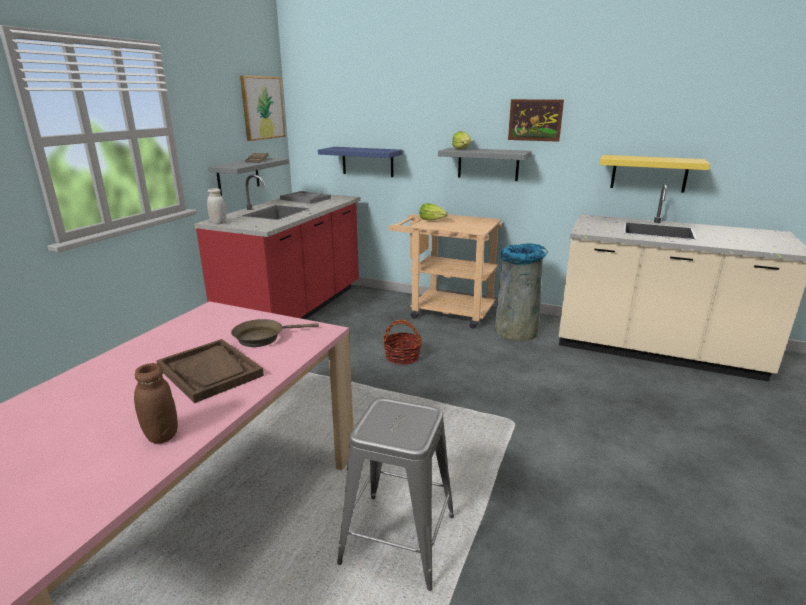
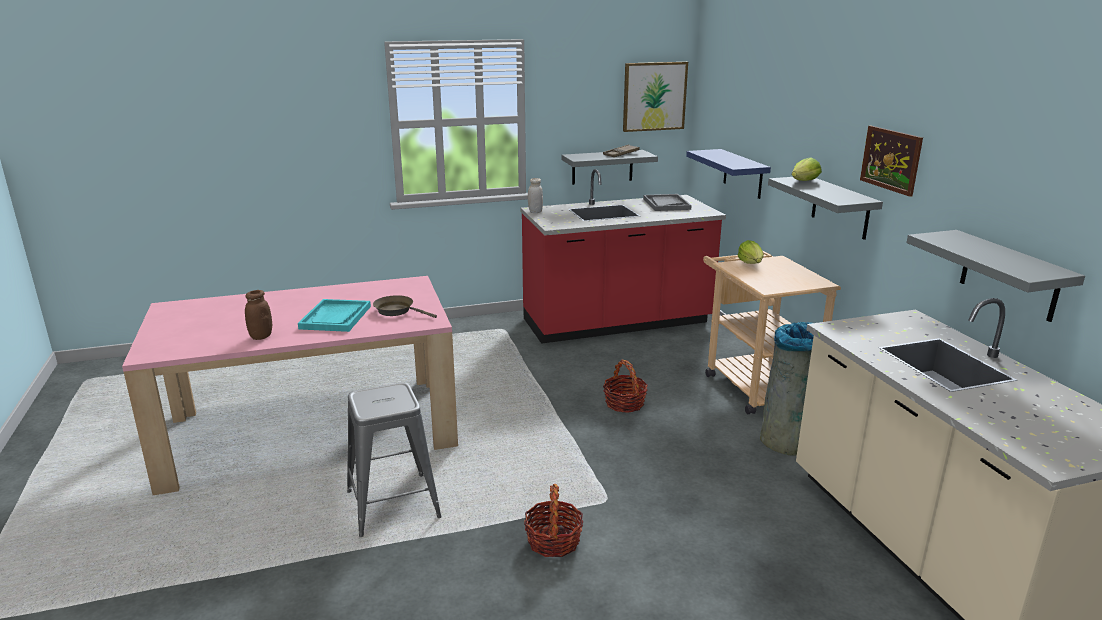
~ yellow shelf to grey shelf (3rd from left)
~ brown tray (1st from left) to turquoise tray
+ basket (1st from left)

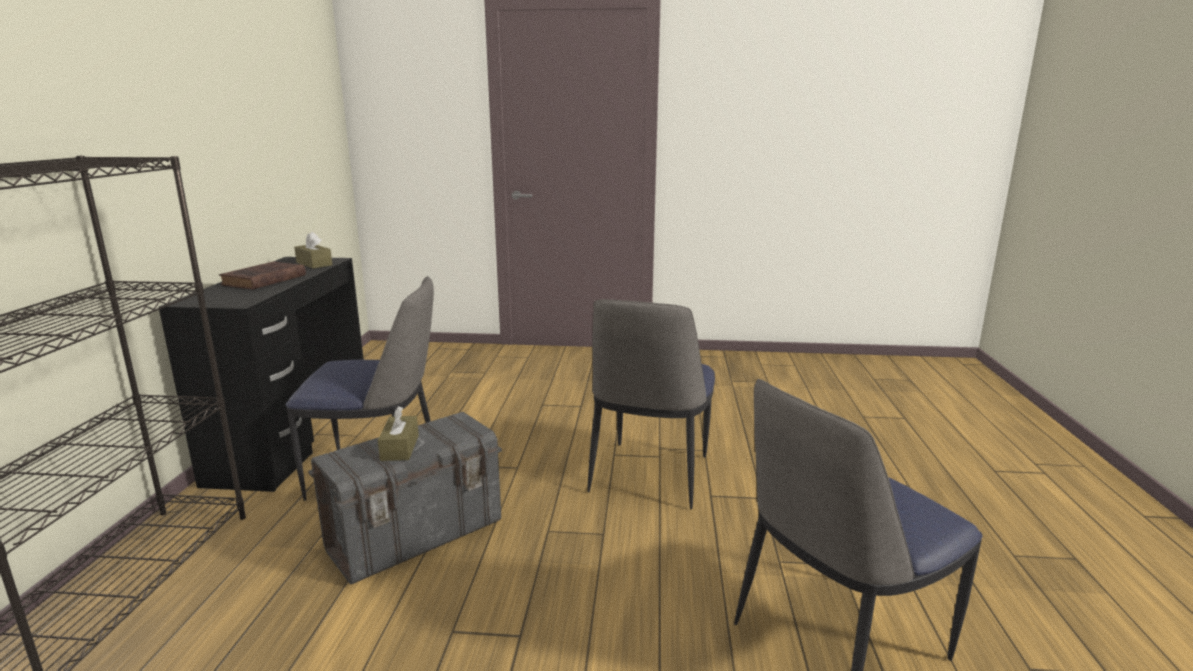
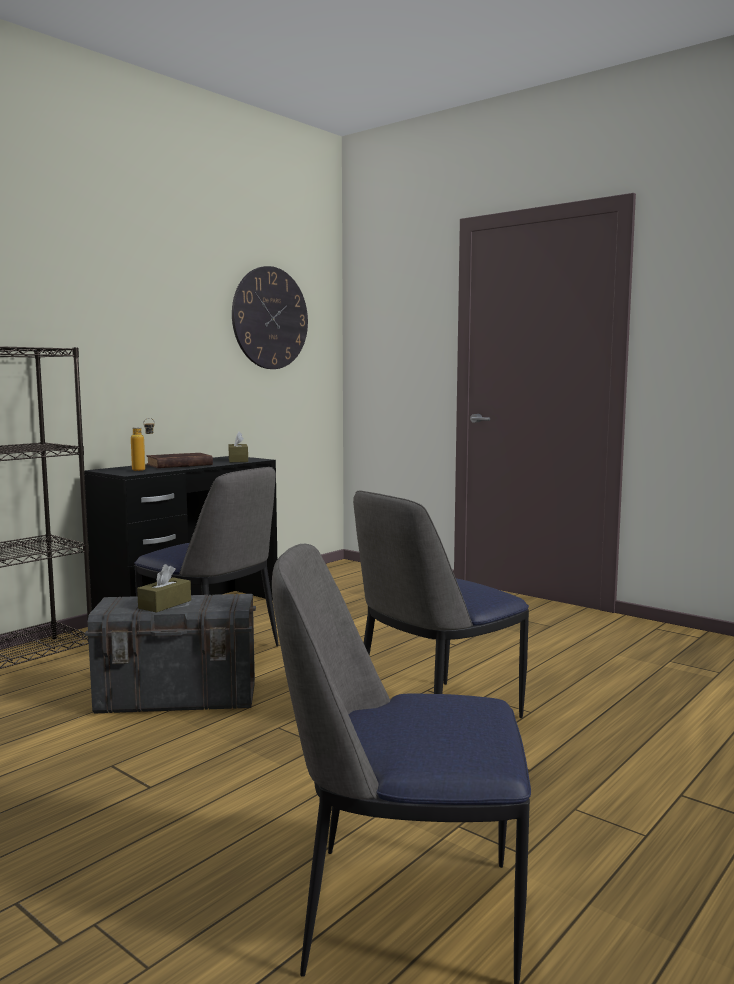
+ wall clock
+ bottle

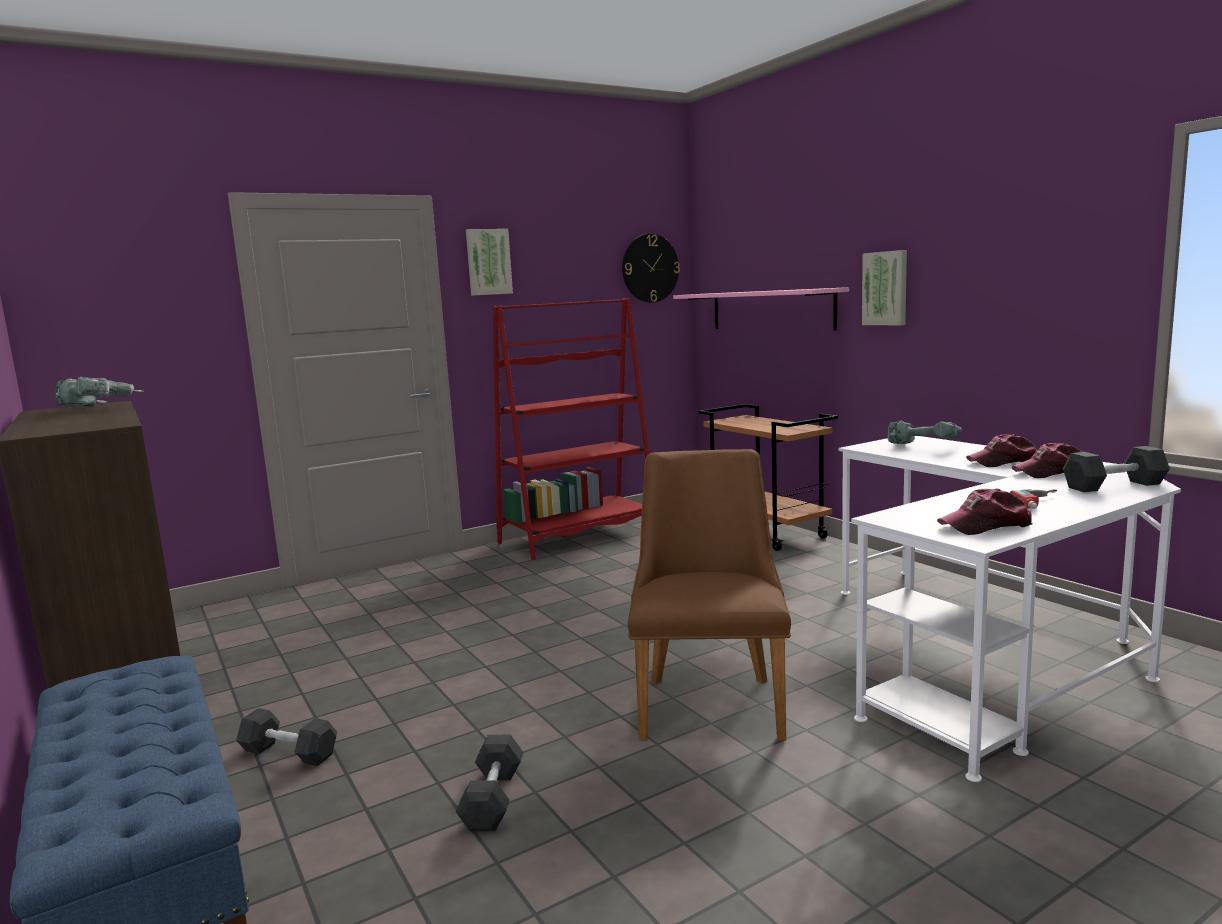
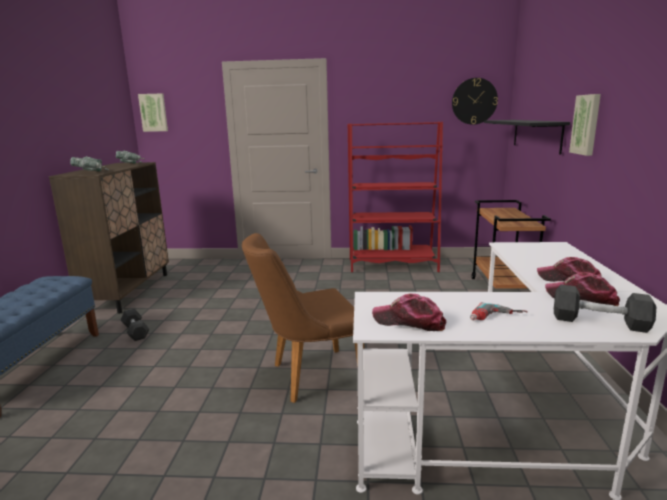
~ picture (1st from left)
~ pink shelf to black shelf
~ power drill (2nd from left in the first image) to power drill (1st from left)
~ brown chair 150 degrees counterclockwise
- grey dumbbell (2nd from left)

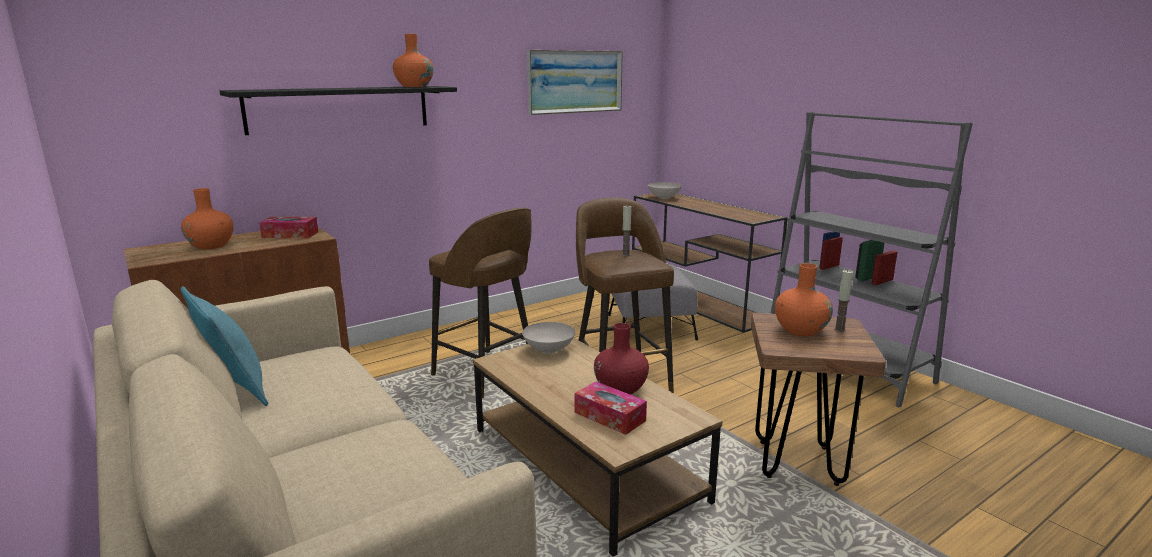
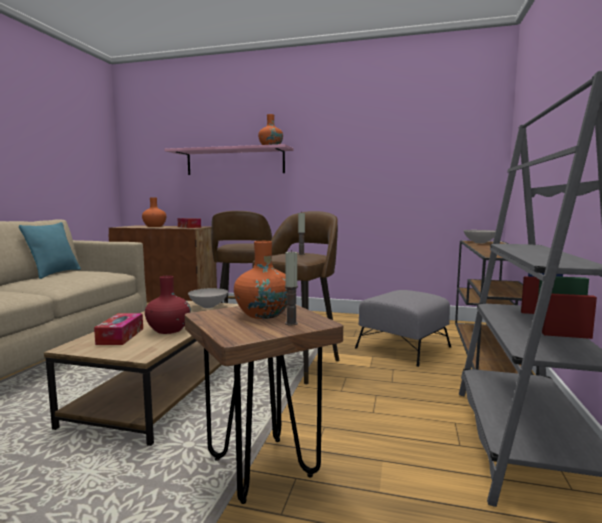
- picture
~ black shelf to pink shelf

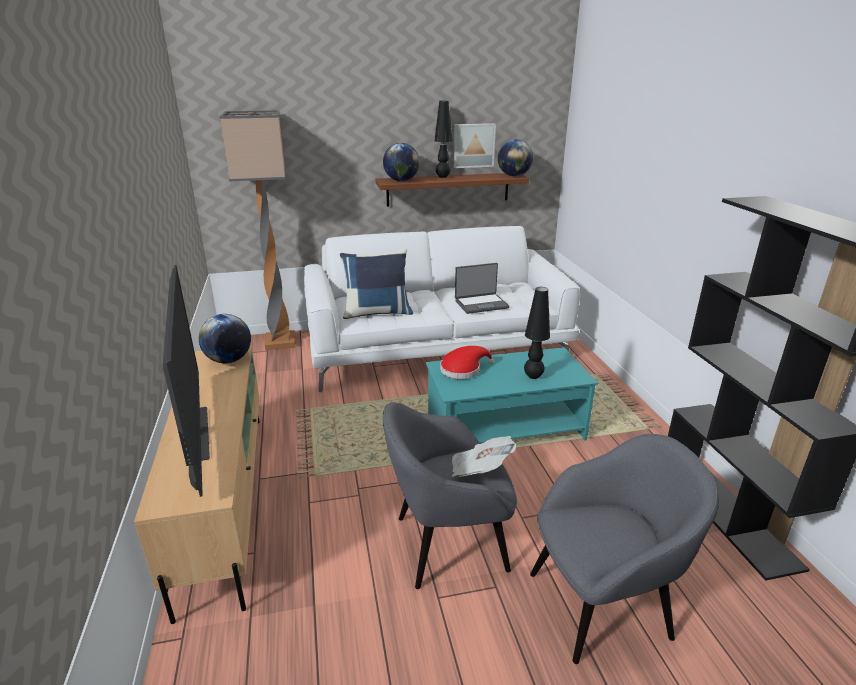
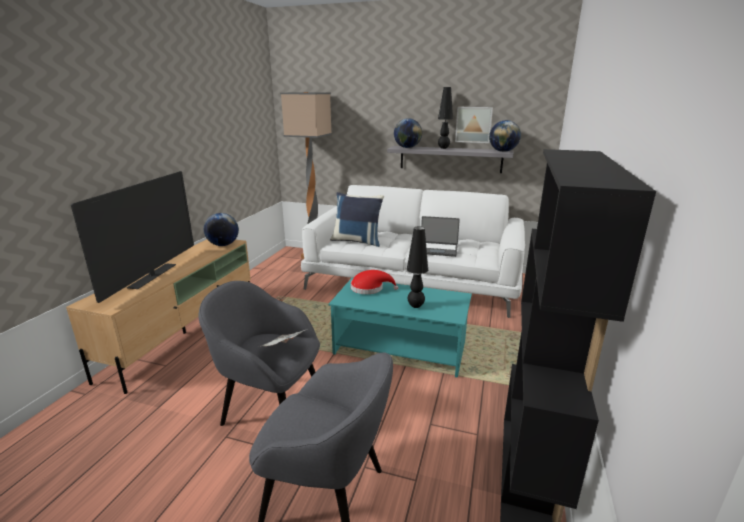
~ brown shelf to grey shelf

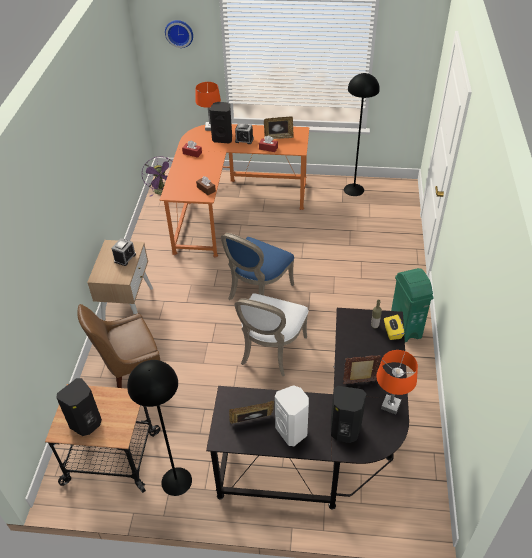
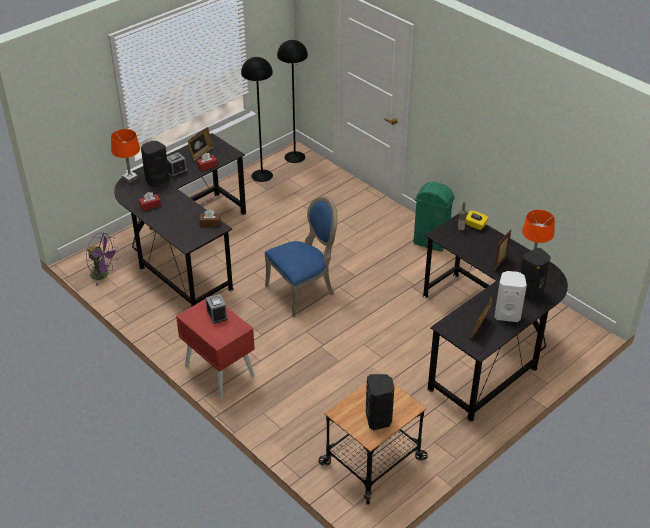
- wall clock
~ orange desk to black desk (1st from left)
~ blue chair 105 degrees counterclockwise
~ beige nightstand to red nightstand
- white chair
- brown chair
~ black floor lamp (1st from left in the first image) to black floor lamp (2nd from left)

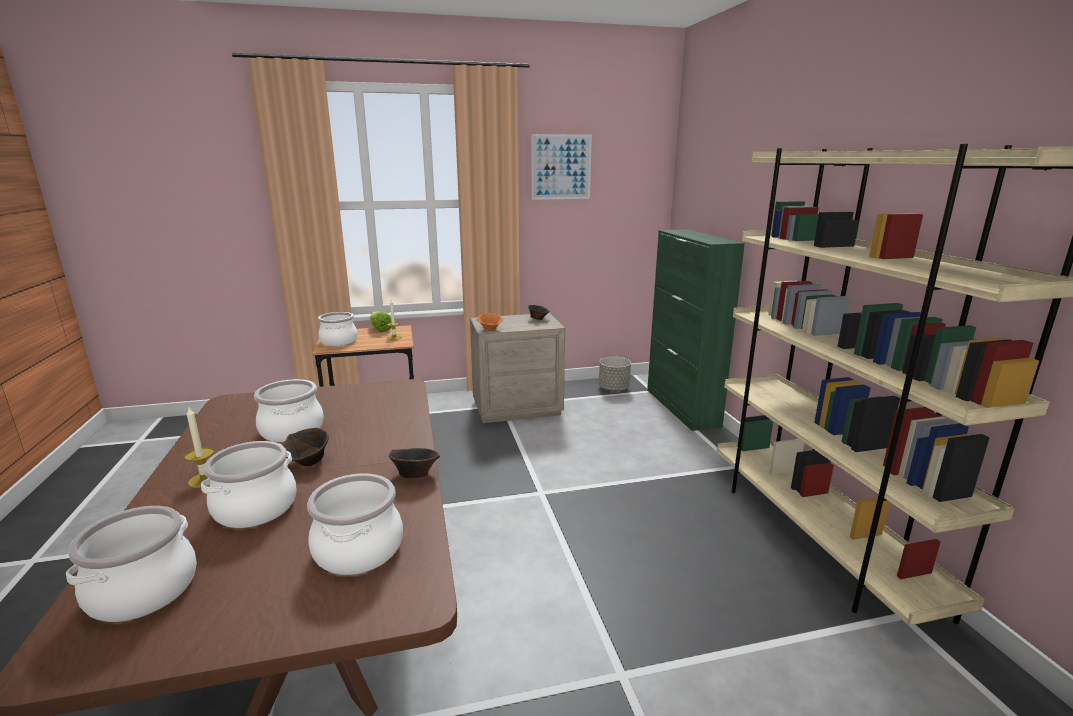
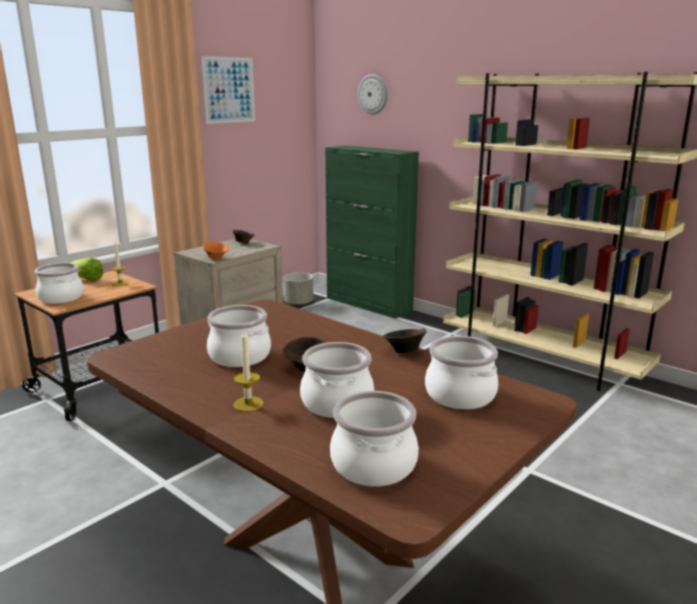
+ wall clock

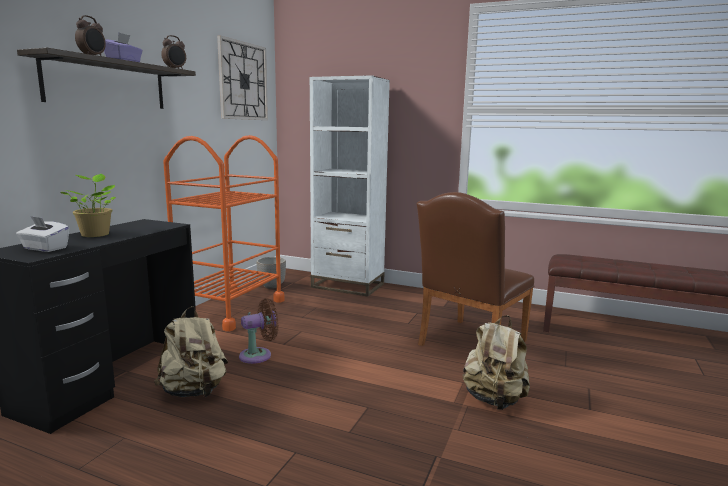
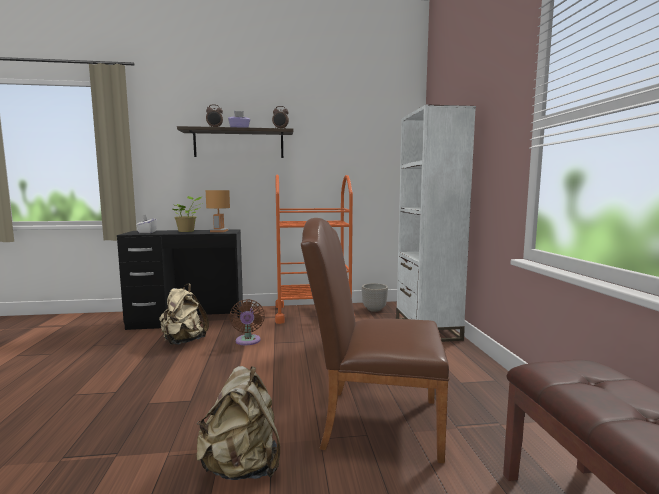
- wall clock
~ brown fan 45 degrees clockwise
+ brown table lamp

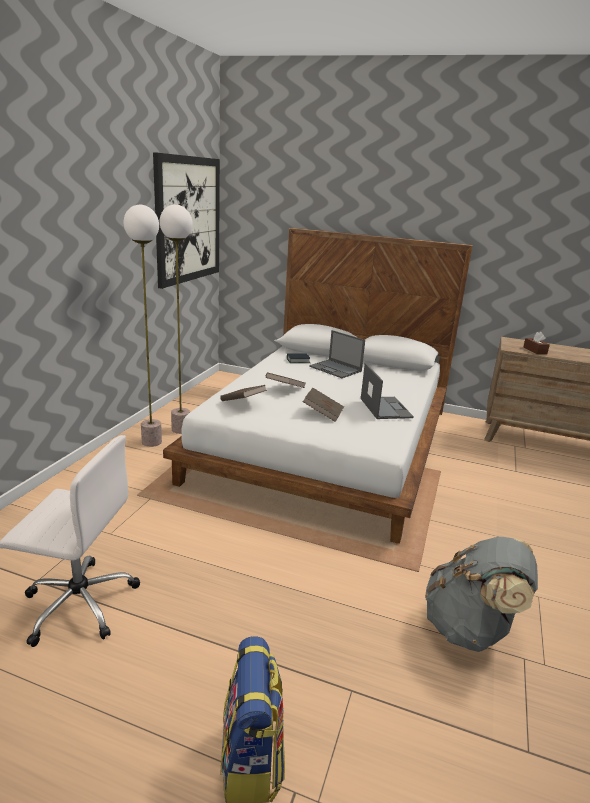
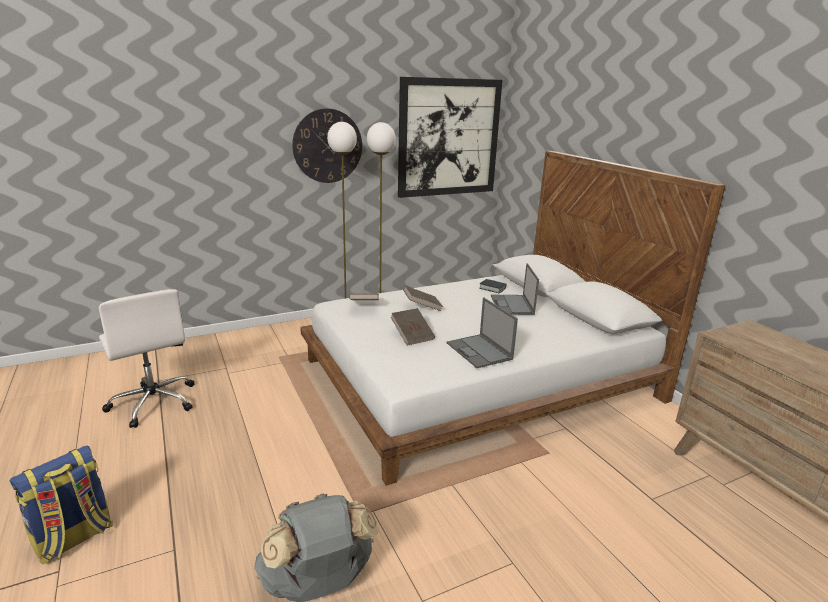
- brown tissue box
~ laptop (2nd from left in the first image) 120 degrees clockwise
+ wall clock

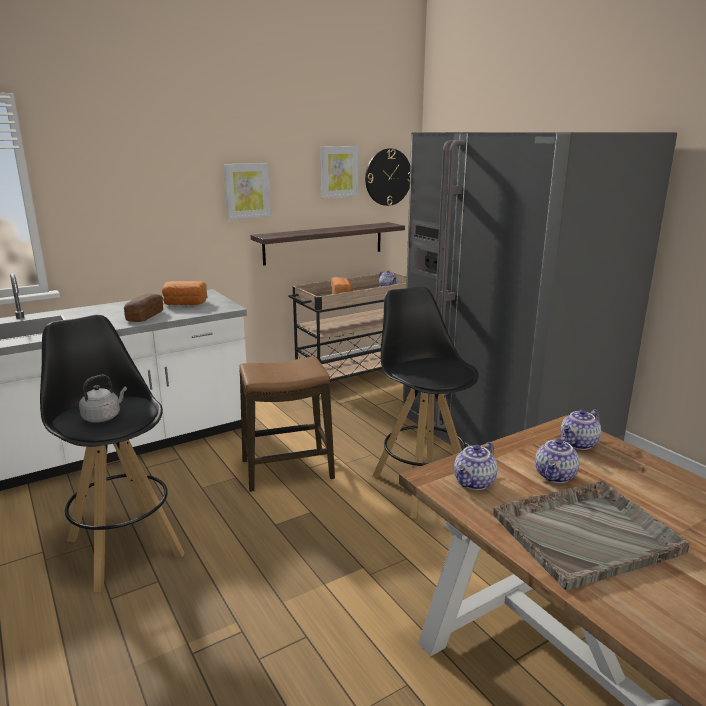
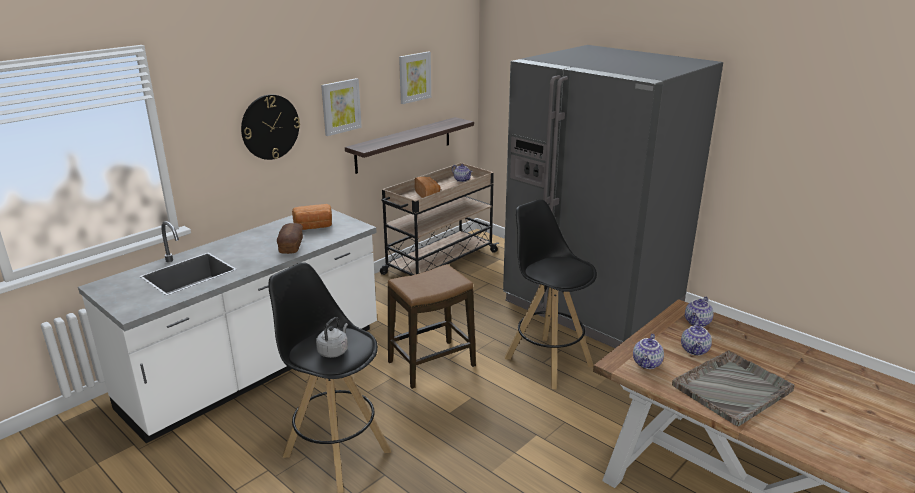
~ wall clock

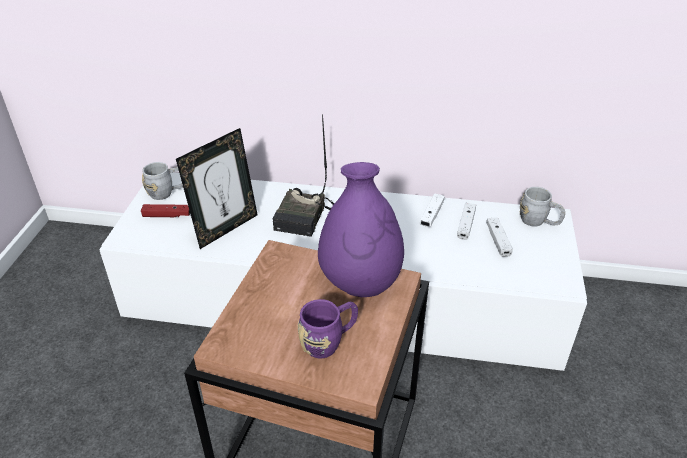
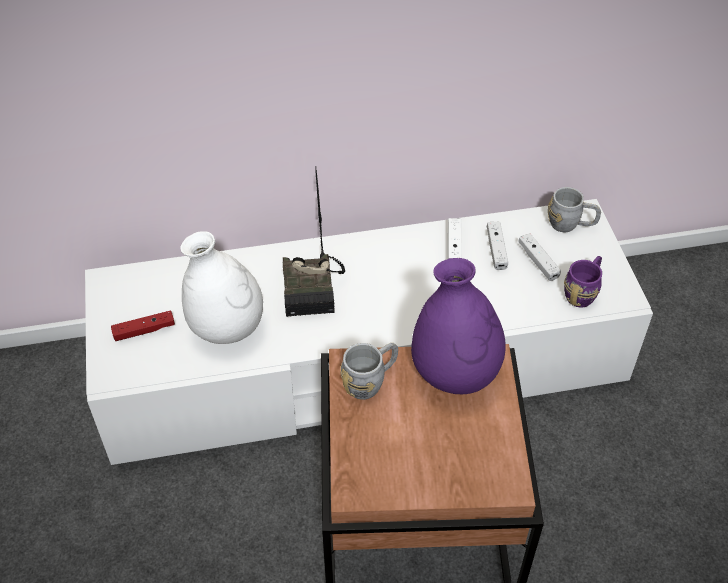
~ picture frame to white vase
~ grey mug (1st from left)
~ purple mug

